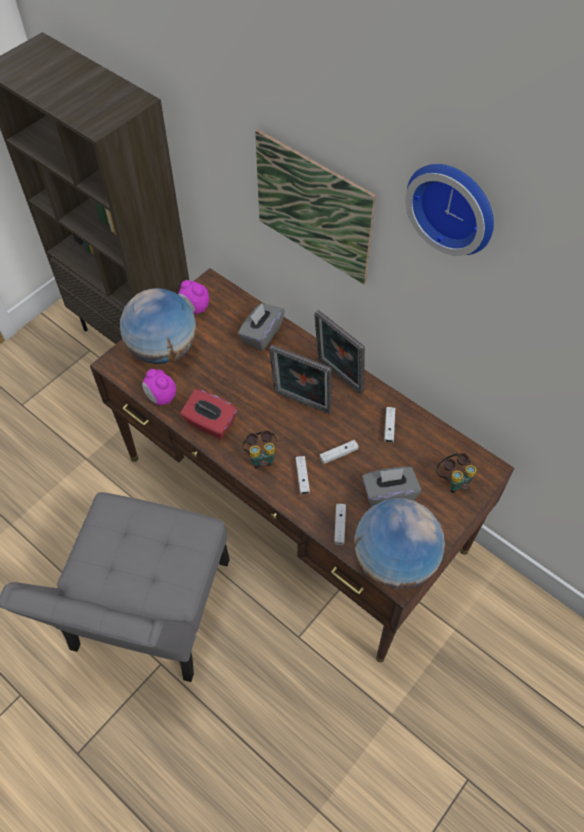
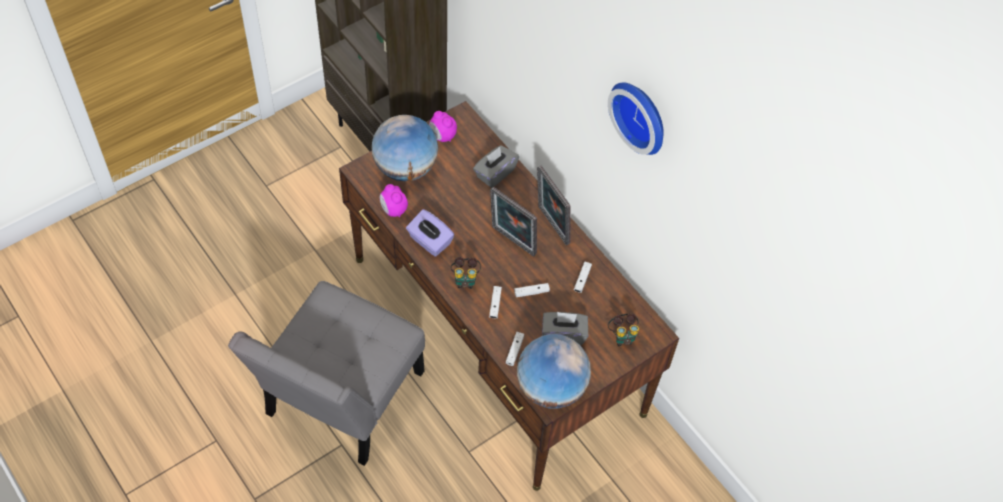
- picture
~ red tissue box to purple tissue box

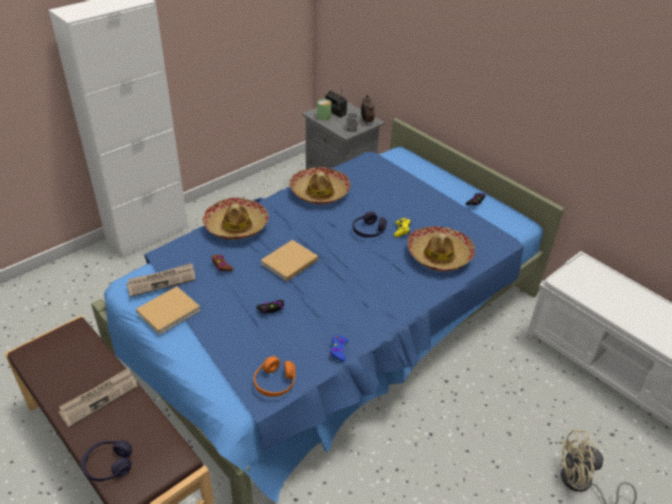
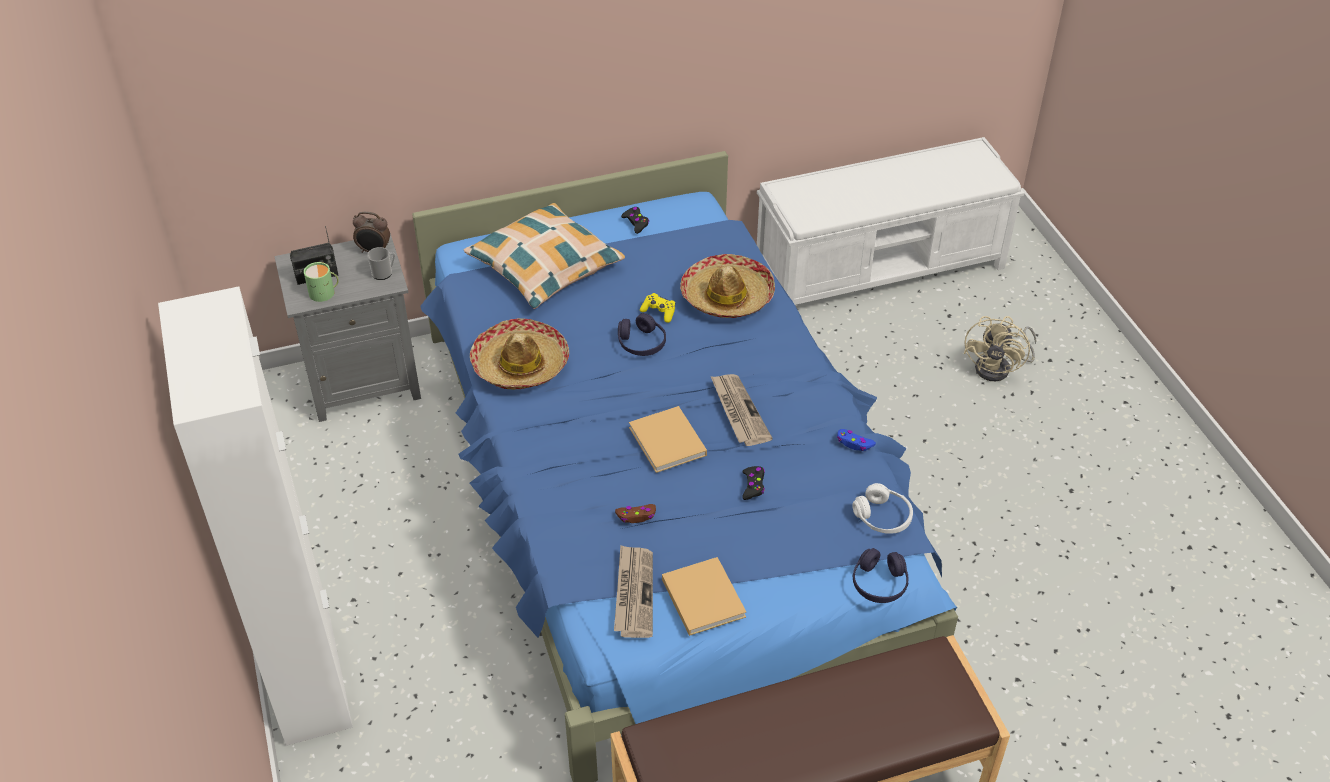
- hat (1st from left)
~ orange headphones to white headphones
~ newspaper (1st from left in the first image) to newspaper (2nd from left)
~ purple headphones (1st from left in the first image) to purple headphones (2nd from left)
+ pillow

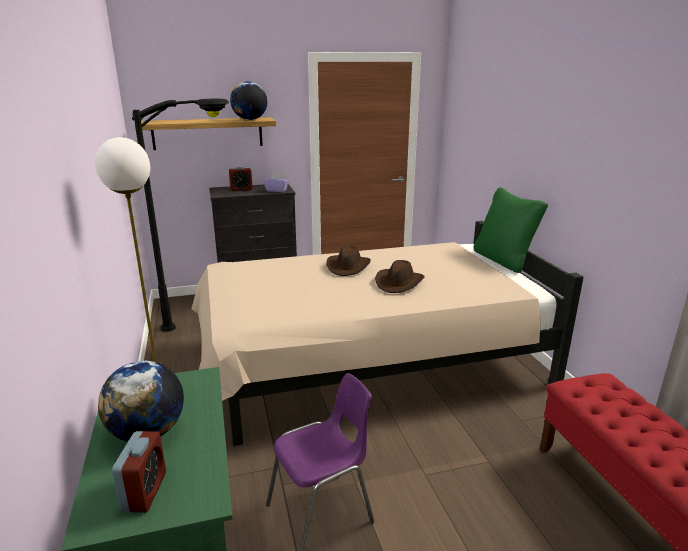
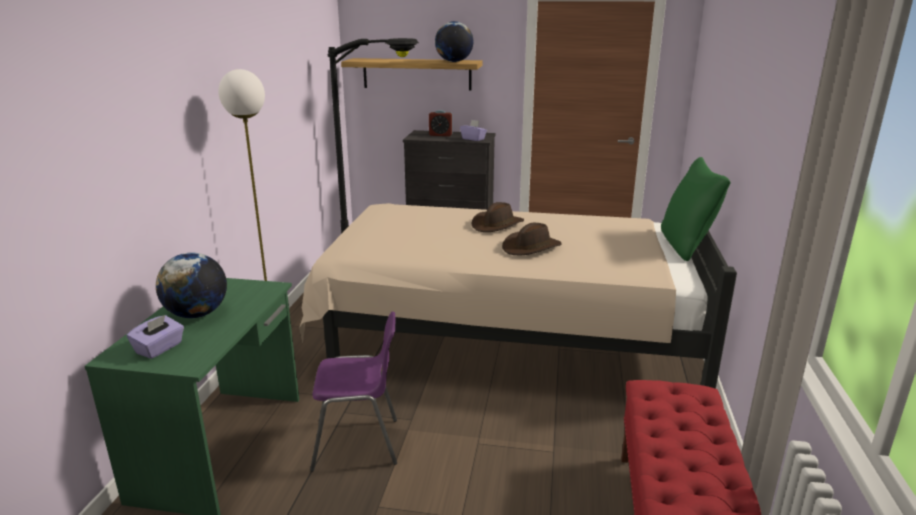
~ alarm clock (1st from left) to purple tissue box (1st from left)

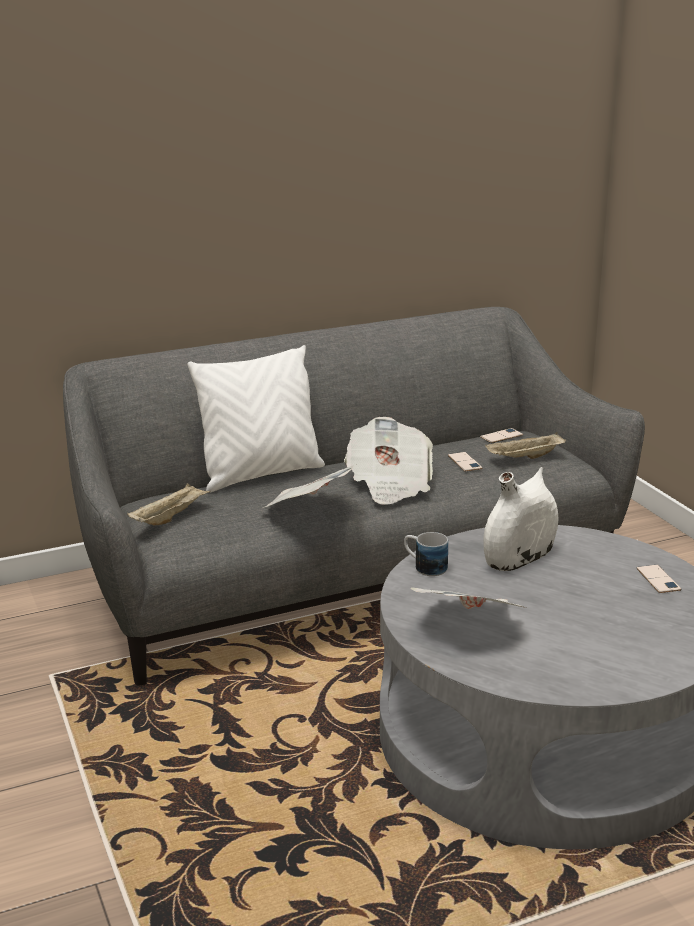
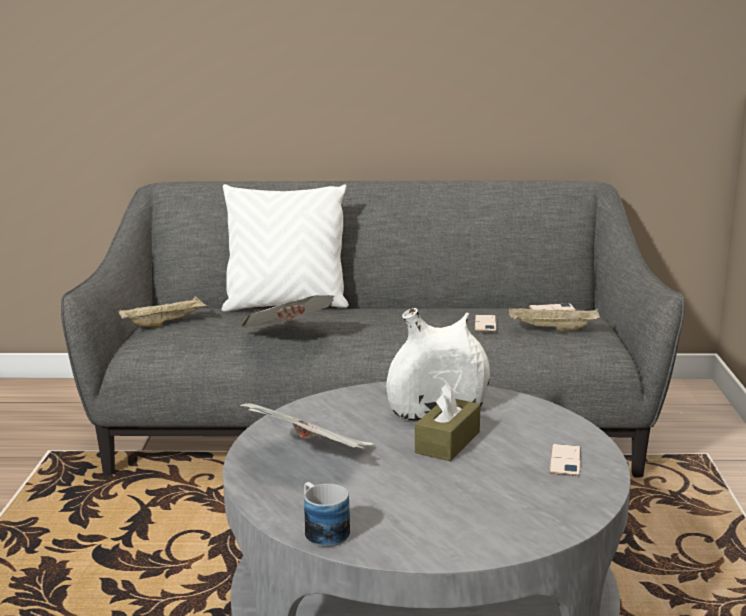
- newspaper (2nd from left)
~ mug
+ brown tissue box

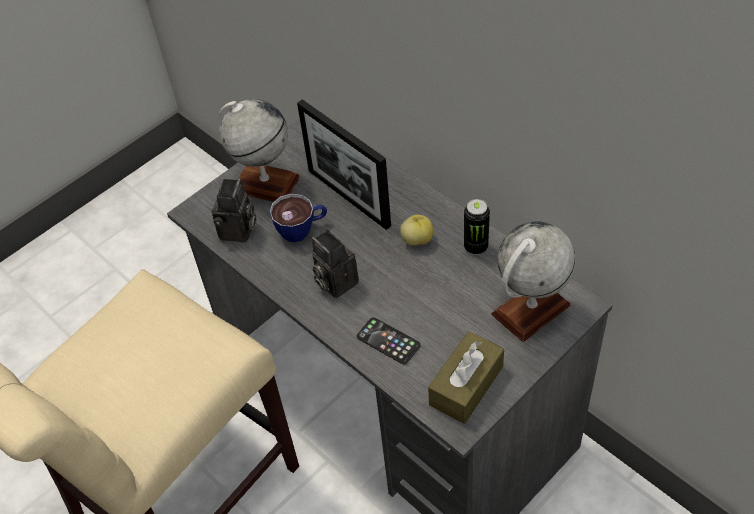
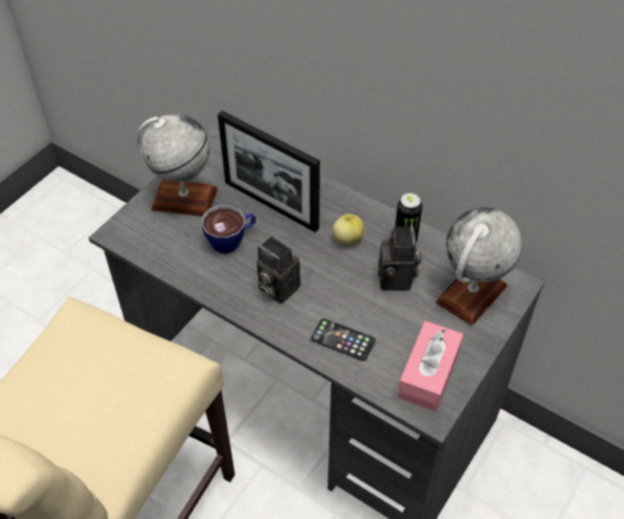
~ photo camera (1st from left in the first image) to photo camera (2nd from left)
~ brown tissue box to pink tissue box

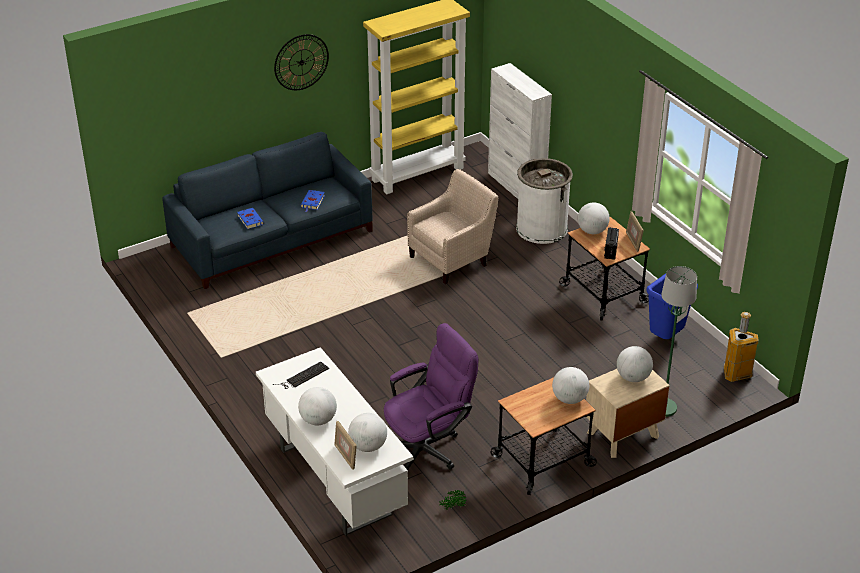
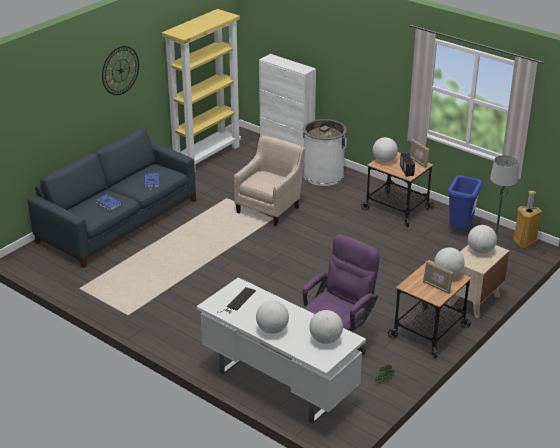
~ picture frame (1st from left in the first image) to picture frame (2nd from left)

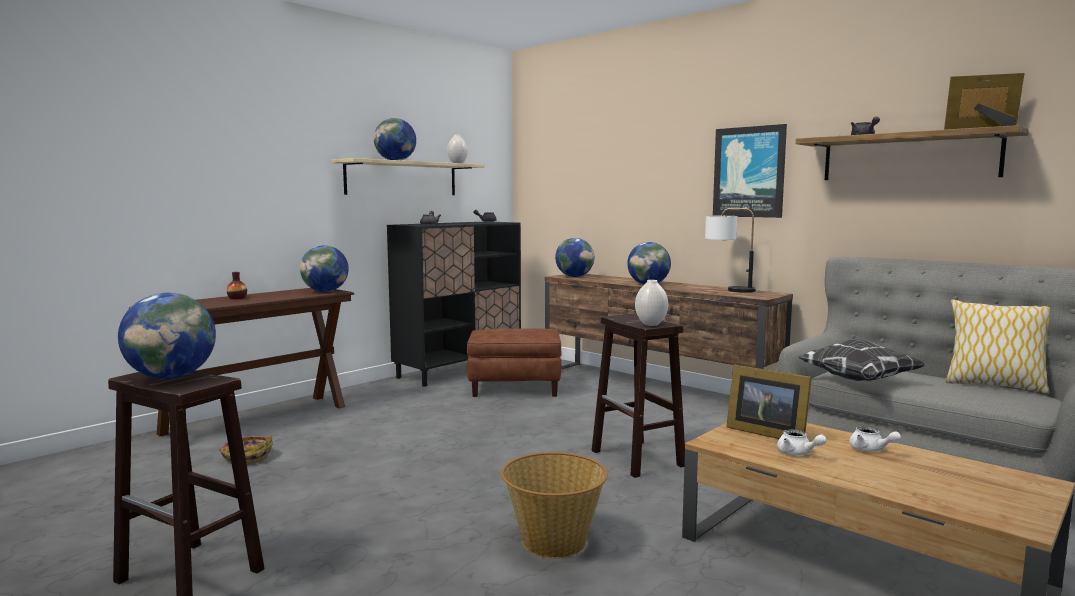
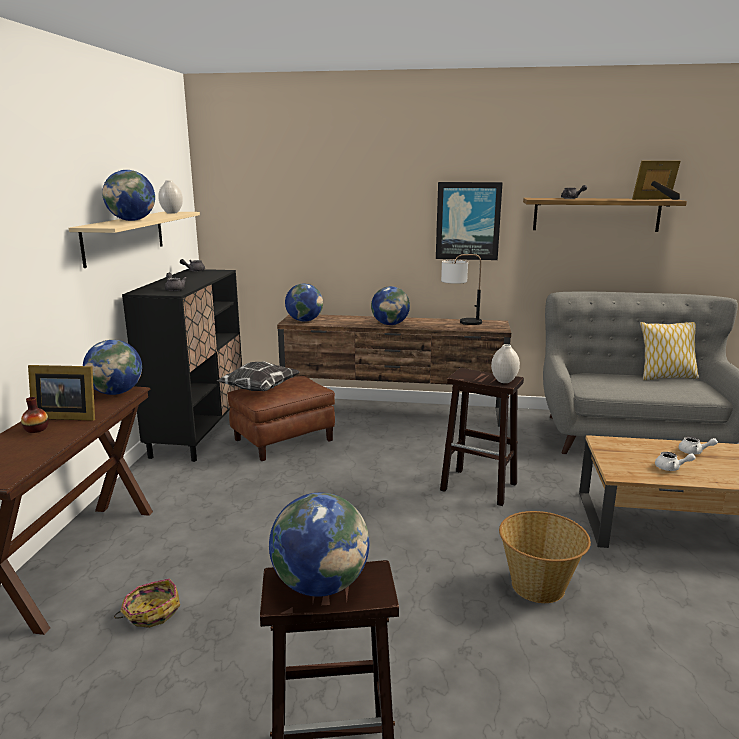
~ pillow (1st from left)
~ picture frame (1st from left)

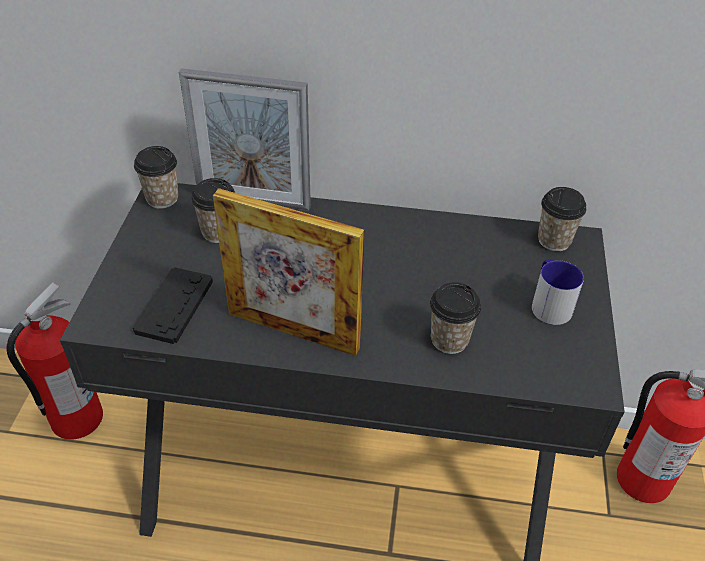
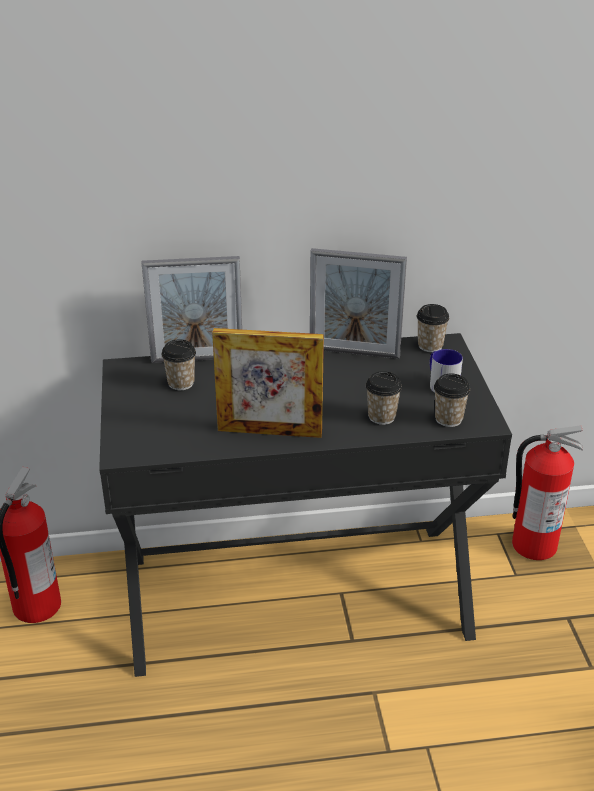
~ cup (1st from left in the first image) to cup (4th from left)
- black game controller
+ picture frame (3rd from left)

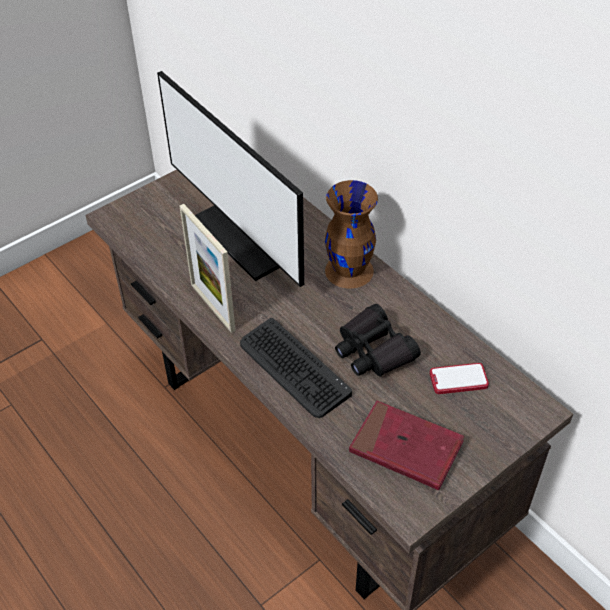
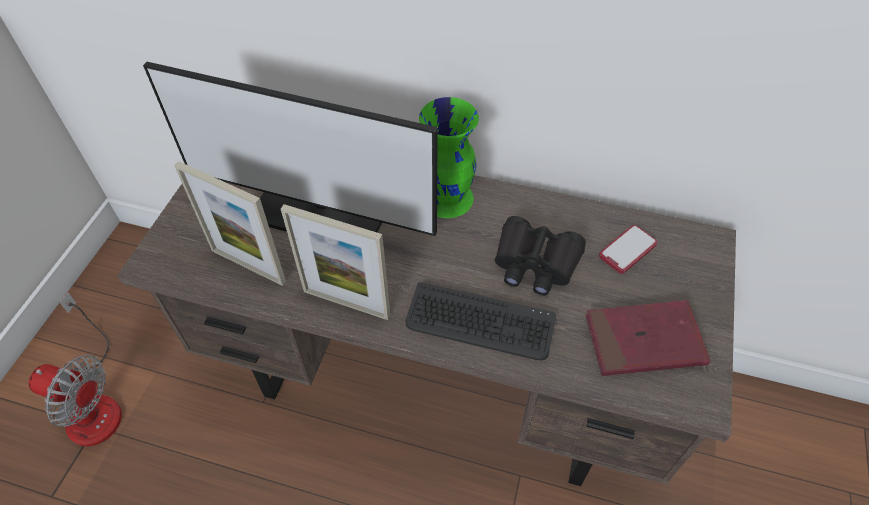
~ brown vase to green vase
+ picture frame (1st from left)
+ fan

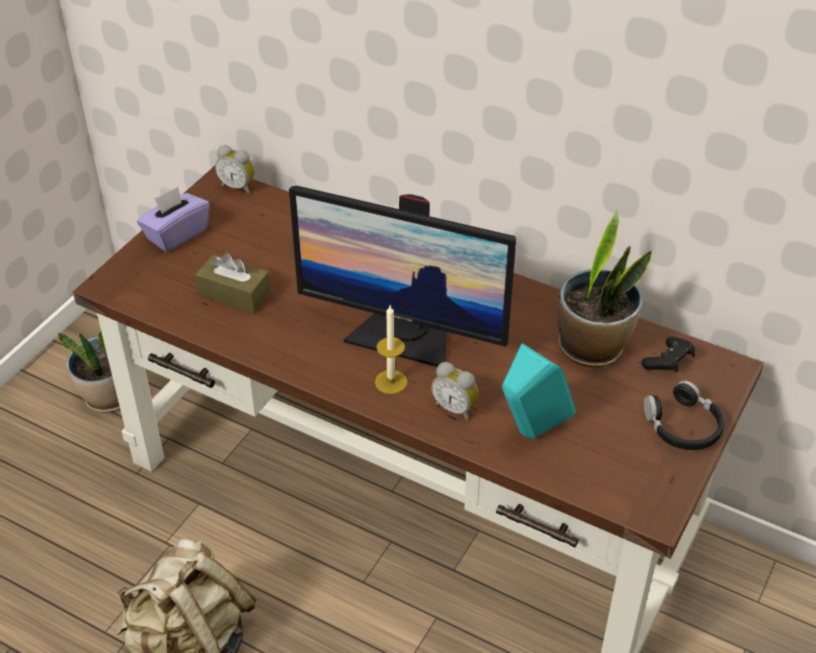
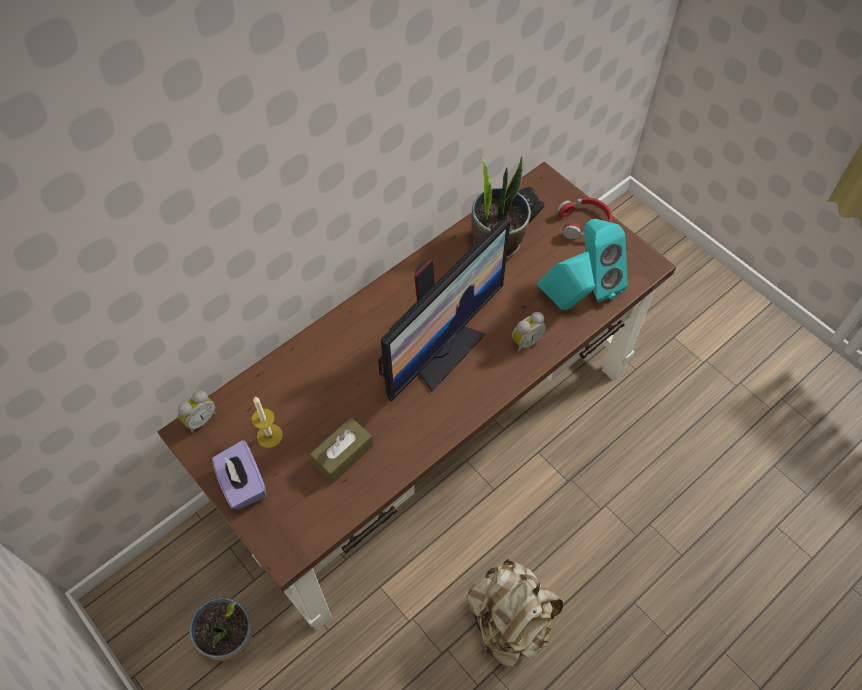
~ candle
~ black headphones to red headphones
+ turquoise speaker (2nd from left)

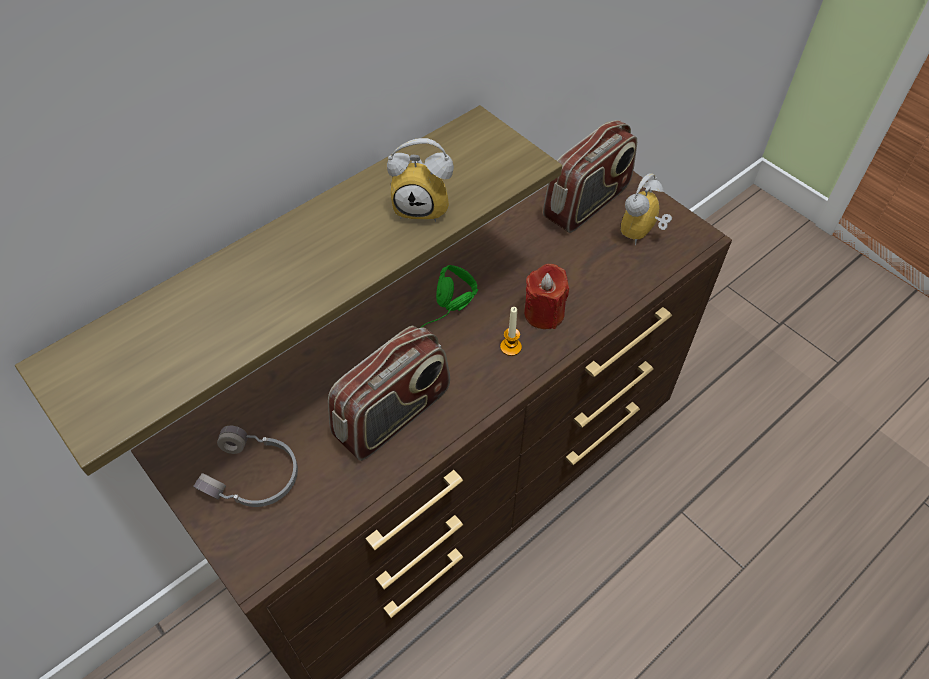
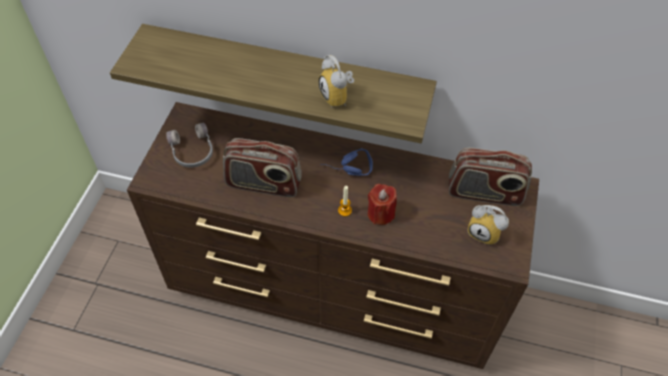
~ alarm clock (2nd from left) 150 degrees counterclockwise
~ green headphones to blue headphones

